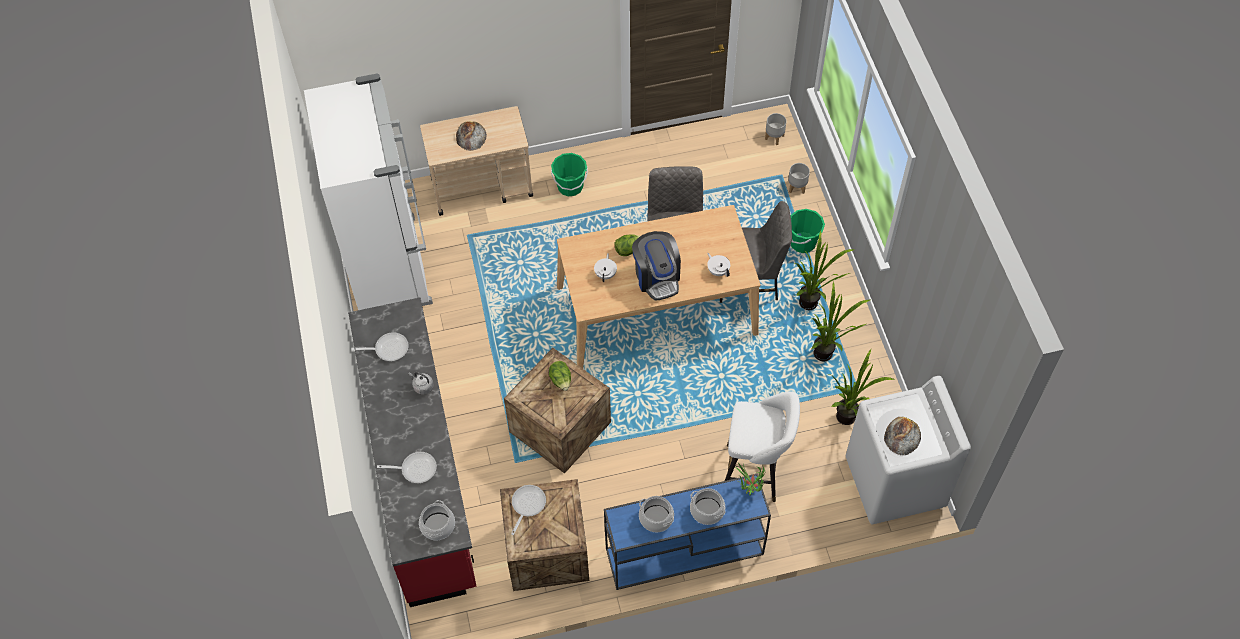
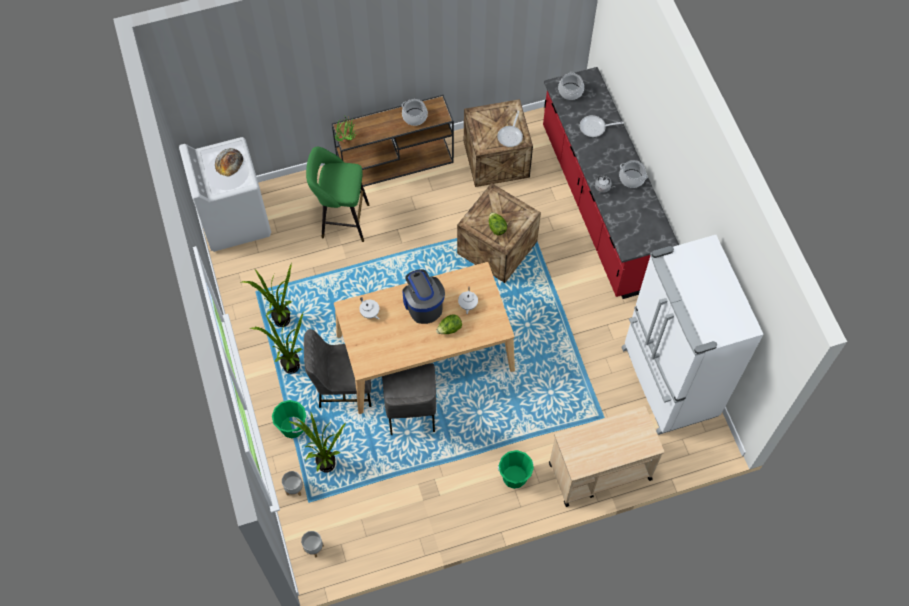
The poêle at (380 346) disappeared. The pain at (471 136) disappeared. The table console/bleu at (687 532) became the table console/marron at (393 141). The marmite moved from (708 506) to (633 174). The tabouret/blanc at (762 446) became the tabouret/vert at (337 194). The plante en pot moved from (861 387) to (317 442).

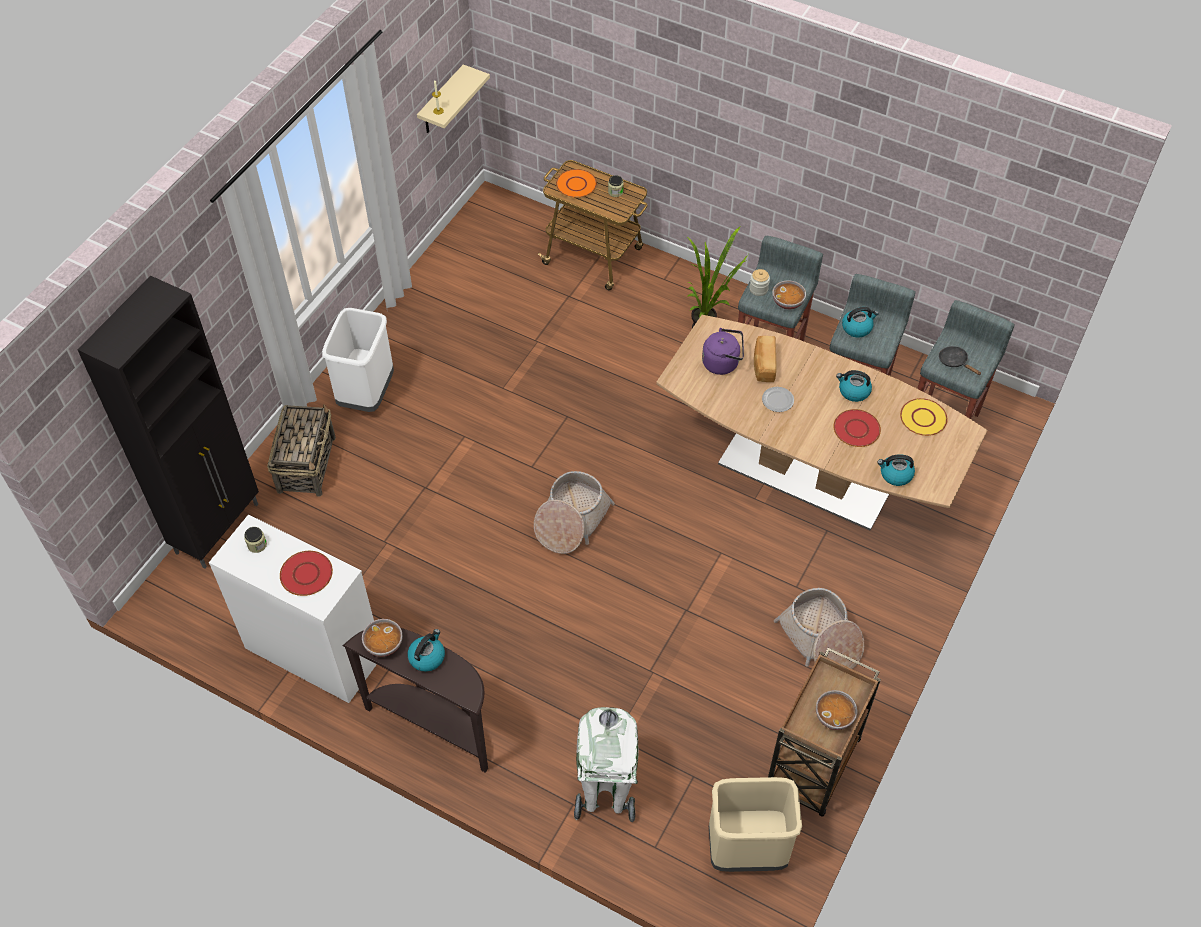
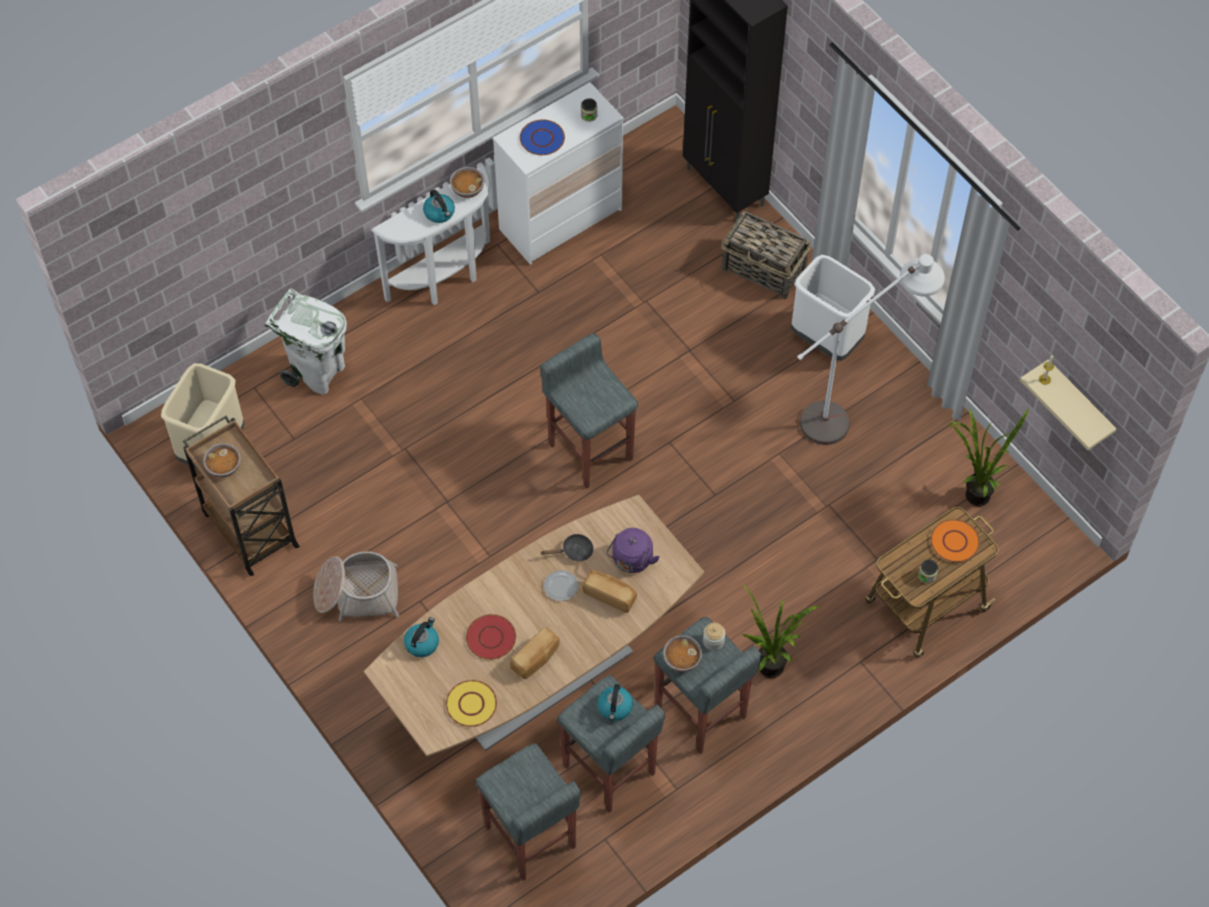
The assiette/rouge at (306 573) became the assiette/bleu at (542 137). The table console/marron at (415 700) became the table console/blanc at (431 235). The panier at (574 512) was replaced by the tabouret/gris at (589 411). The bouilloire at (854 386) was replaced by the pain at (535 653). The poêle/noir moved from (960 360) to (567 548). The lampadaire/blanc at (871 349) appeared. The plante en pot at (989 457) appeared.

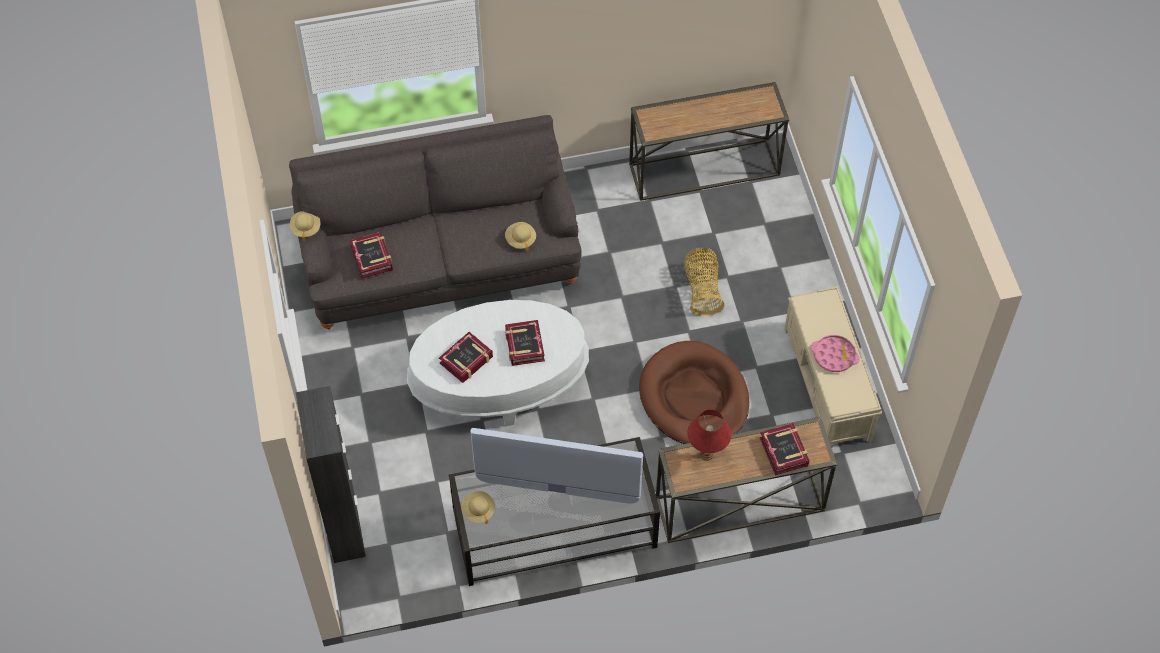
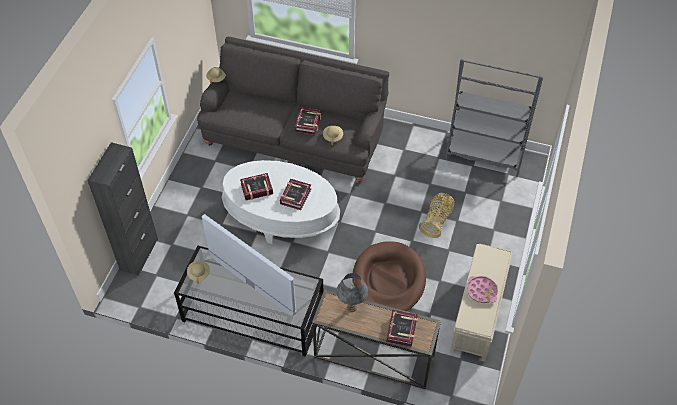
The livre moved from (371 255) to (308 121). The table console at (709 141) was replaced by the bibliothèque/gris at (494 118). The lampe de table/rouge at (709 435) became the lampe de table/gris at (352 292).

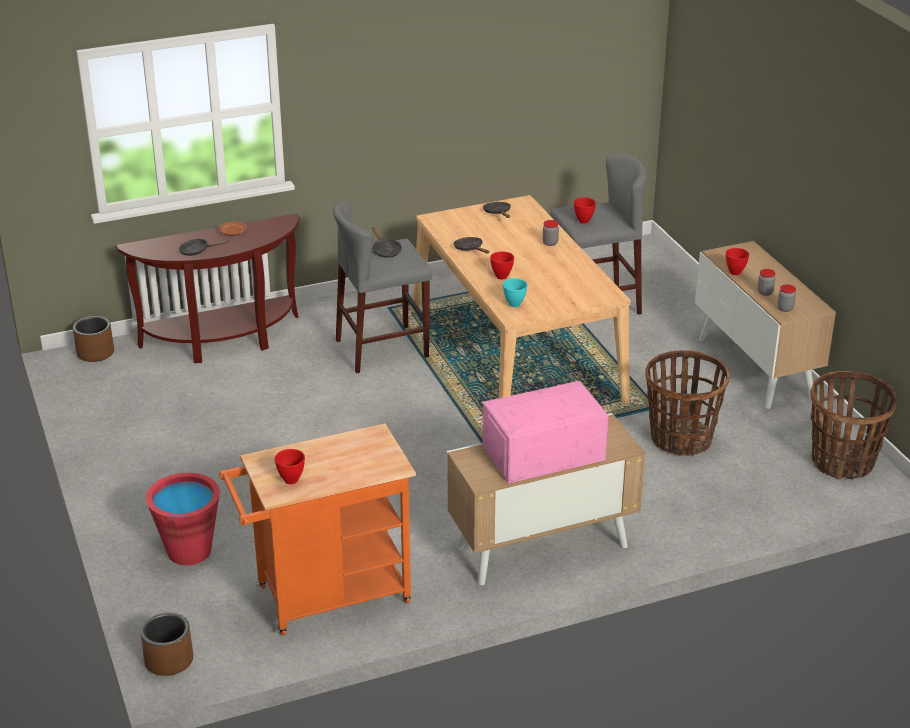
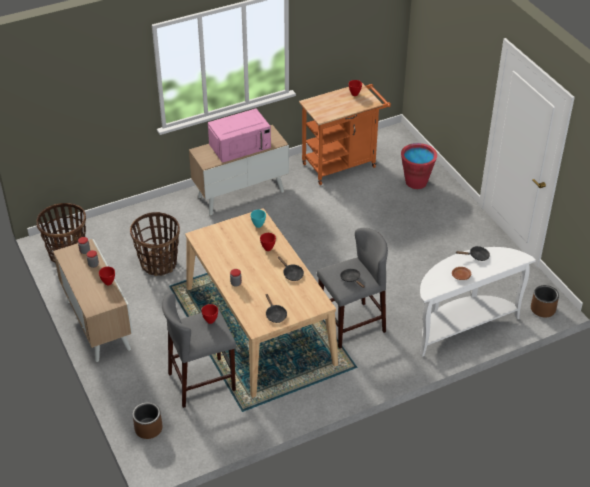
The table console/marron at (208 288) became the table console/blanc at (478 302). The cache-pot/marron moved from (166 644) to (148 420).

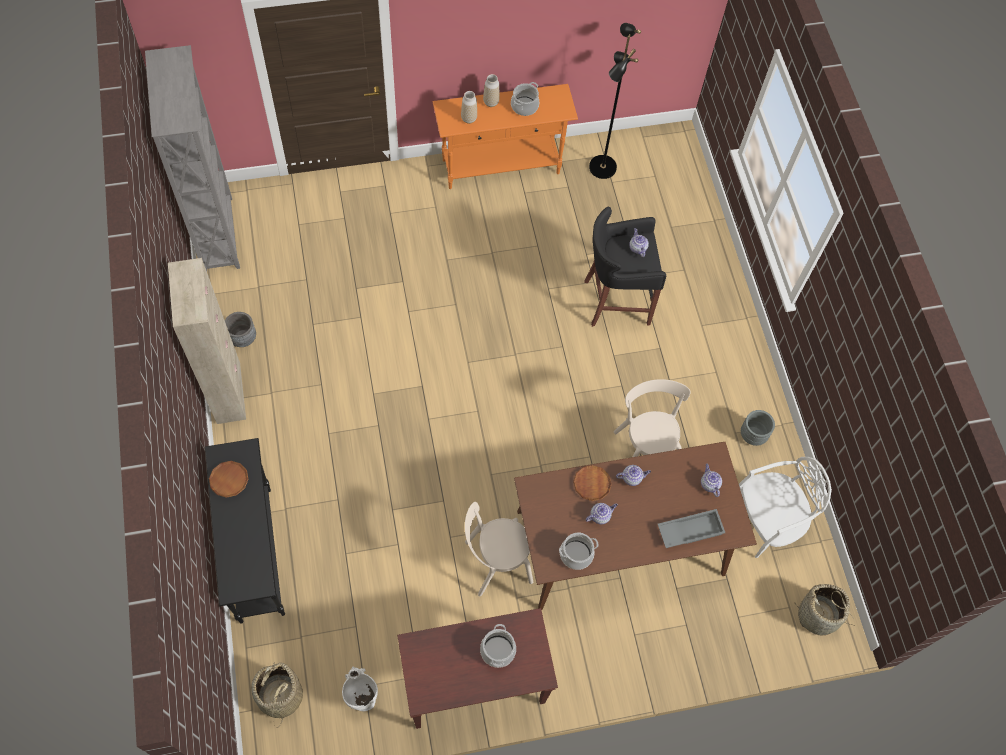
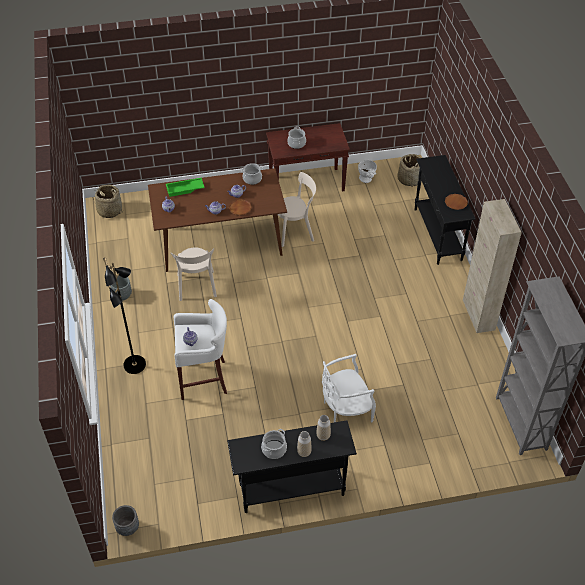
The cache-pot/gris moved from (240 329) to (125 520). The table console/orange at (505 136) became the table console/noir at (292 466). The tabouret/noir at (625 267) became the tabouret/blanc at (200 349). The lampadaire/noir moved from (615 101) to (124 315). The plateau/gris at (691 528) became the plateau/vert at (185 187). The chaise/blanc moved from (785 507) to (349 388).

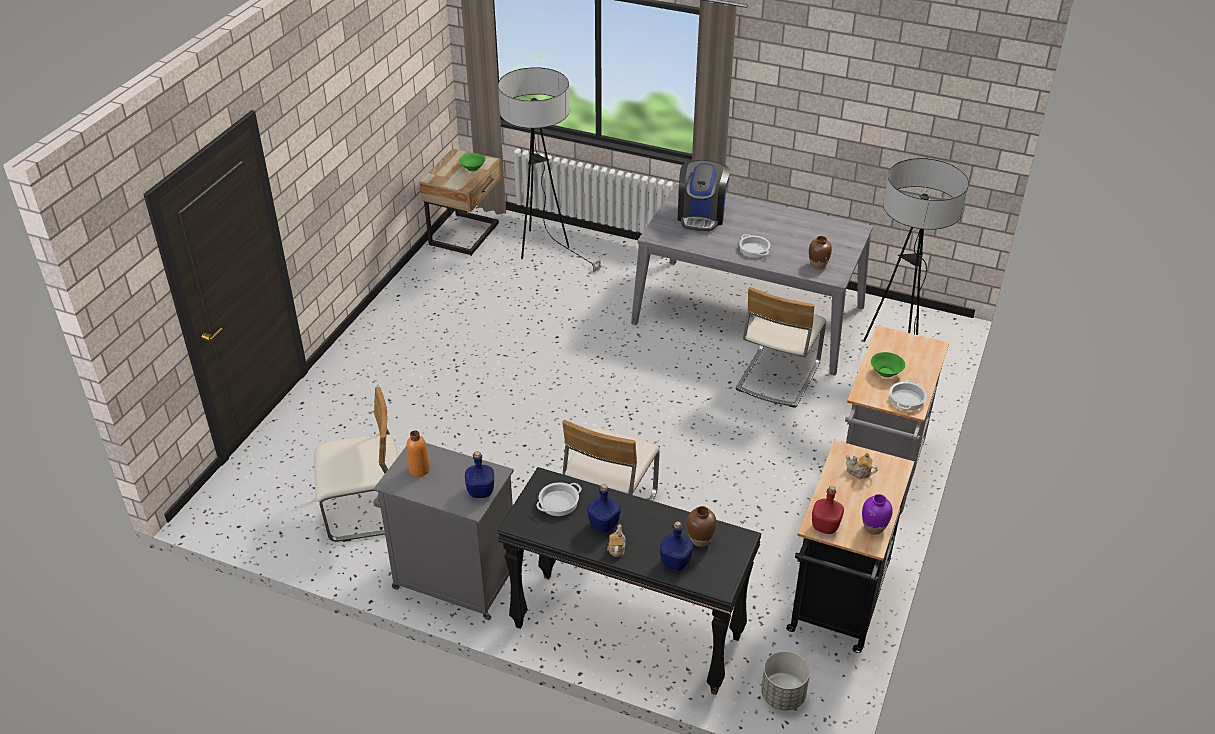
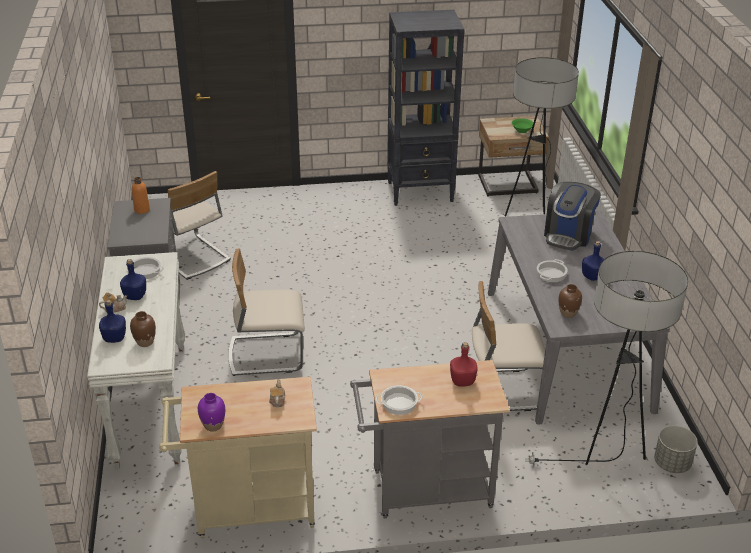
The bouteille/bleu moved from (479 474) to (593 261). The table console/noir at (629 581) became the table console/blanc at (136 361). The machine à café at (704 195) turned 45 degrees counterclockwise. The cache-pot/gris moved from (785 680) to (676 449). The chariot/noir at (850 546) became the chariot/beige at (238 457). The bouteille/rouge moved from (828 510) to (463 364). The bol/vert at (888 365) disappeared. The bibliothèque/noir at (426 108) appeared.

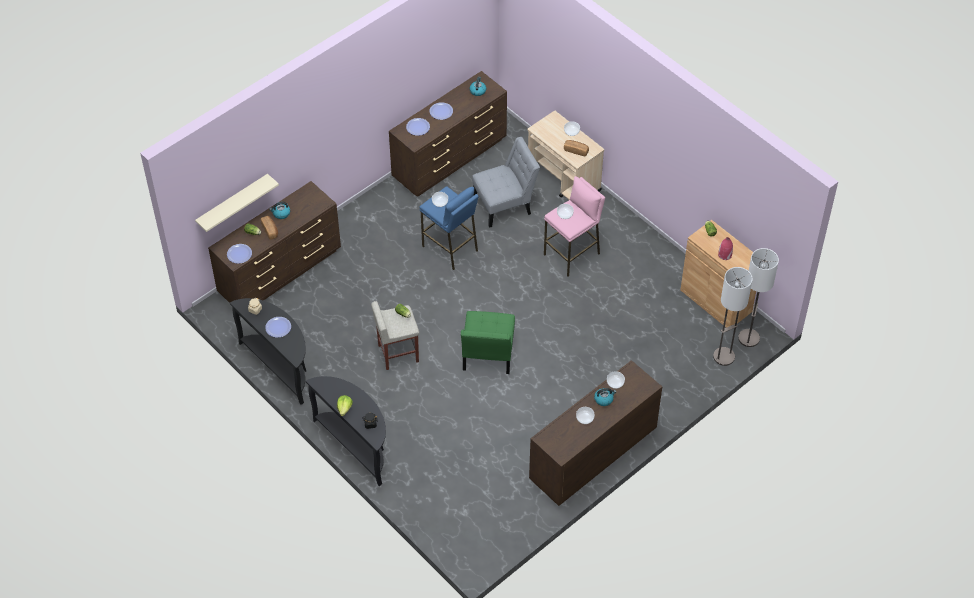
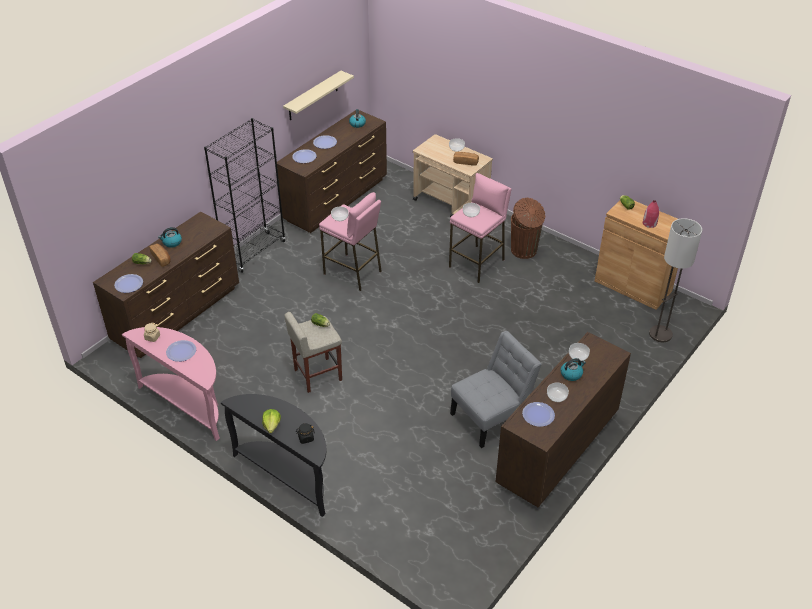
The étagère/beige moved from (237 203) to (318 95). The table console/noir at (268 351) became the table console/rose at (171 384). The tabouret/bleu at (449 228) became the tabouret/rose at (350 241). The chaise/vert at (488 342) disappeared. The chaise/gris moved from (506 182) to (496 389). The lampadaire at (758 297) disappeared. The bibliothèque/noir at (245 195) appeared. The poubelle/marron at (528 228) appeared. The assiette at (538 414) appeared.

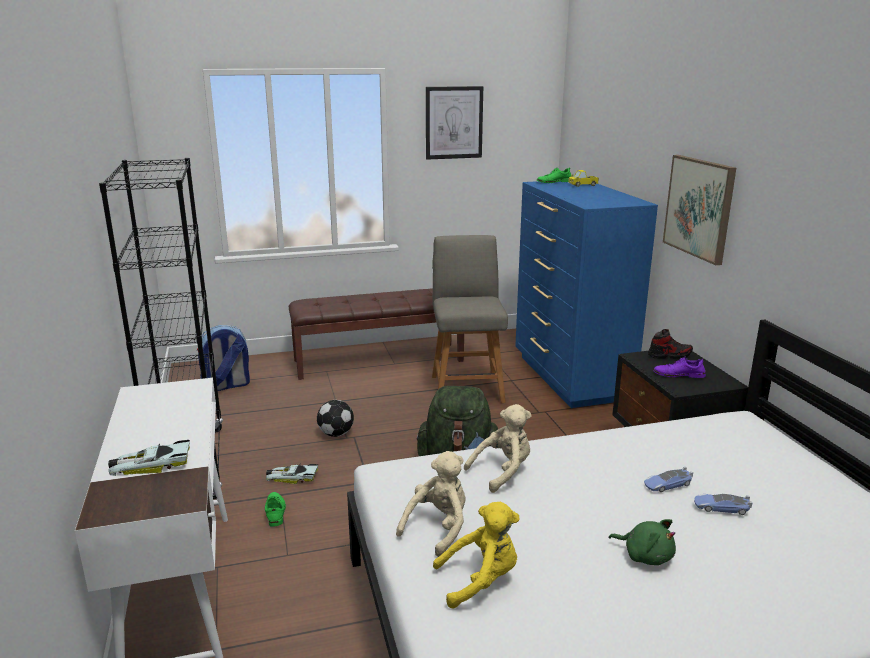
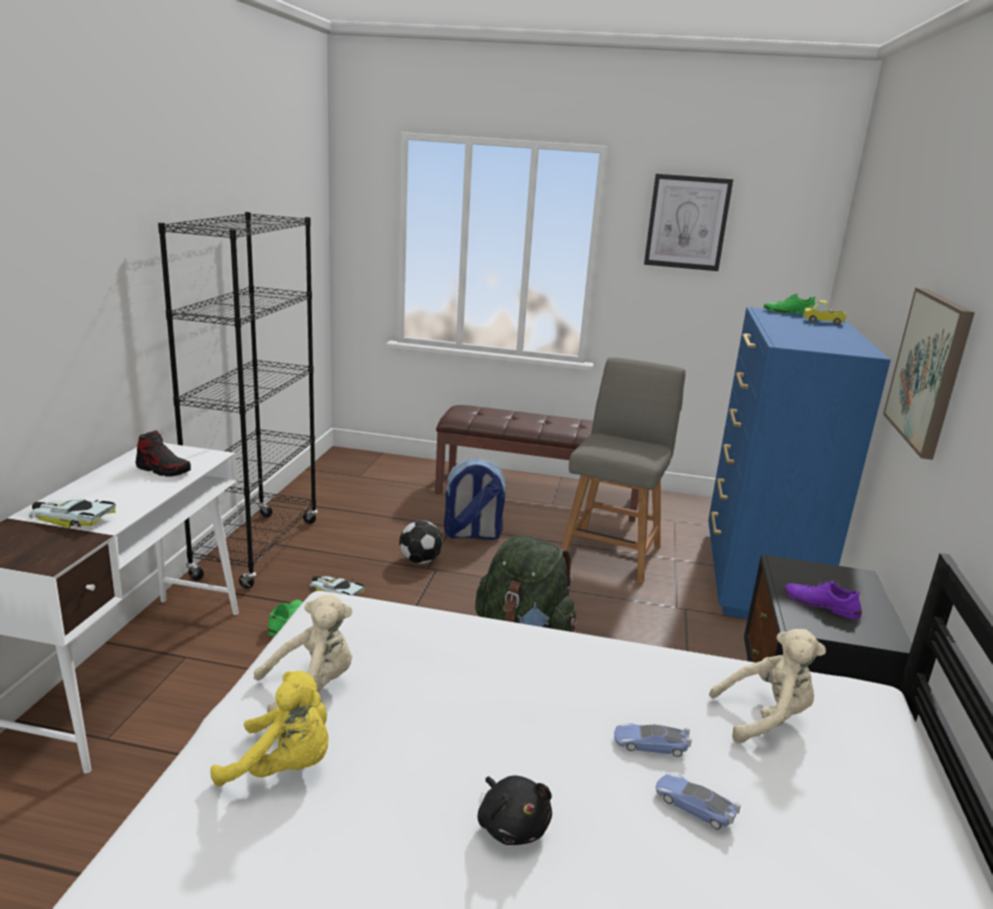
The sac à dos moved from (223 358) to (475 499). The peluche/beige moved from (498 448) to (767 686). The peluche/vert at (642 542) became the peluche/noir at (515 810). The chaussure moved from (670 344) to (163 453).

